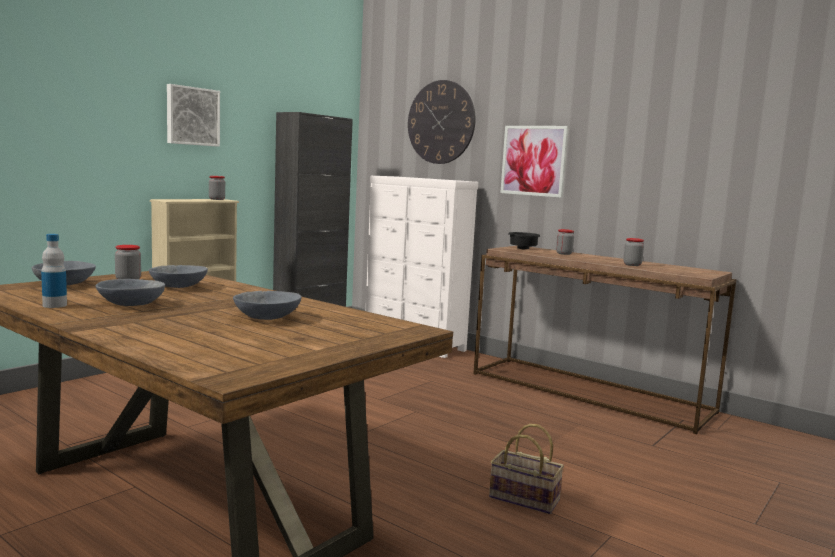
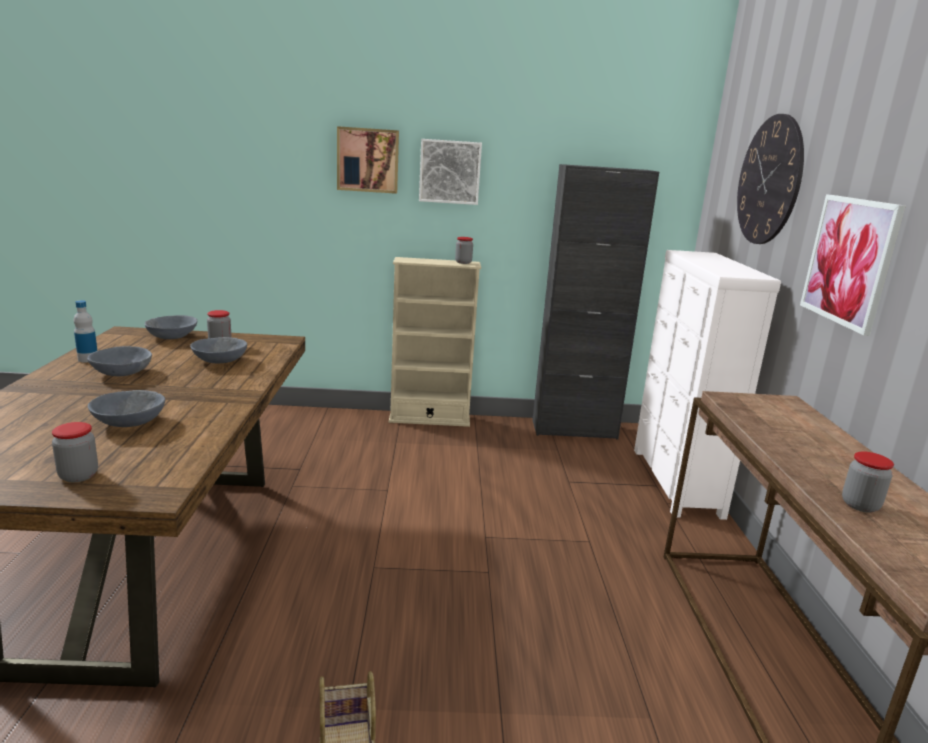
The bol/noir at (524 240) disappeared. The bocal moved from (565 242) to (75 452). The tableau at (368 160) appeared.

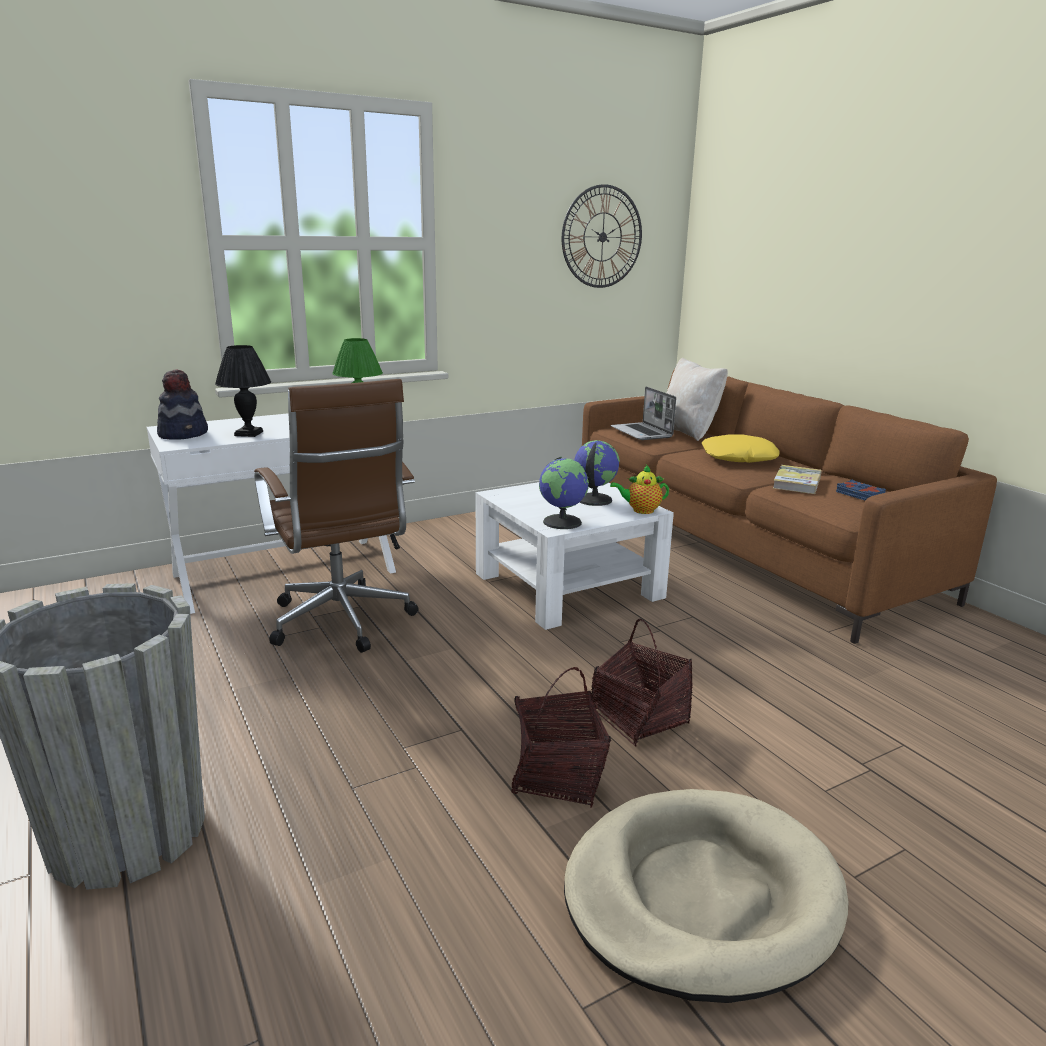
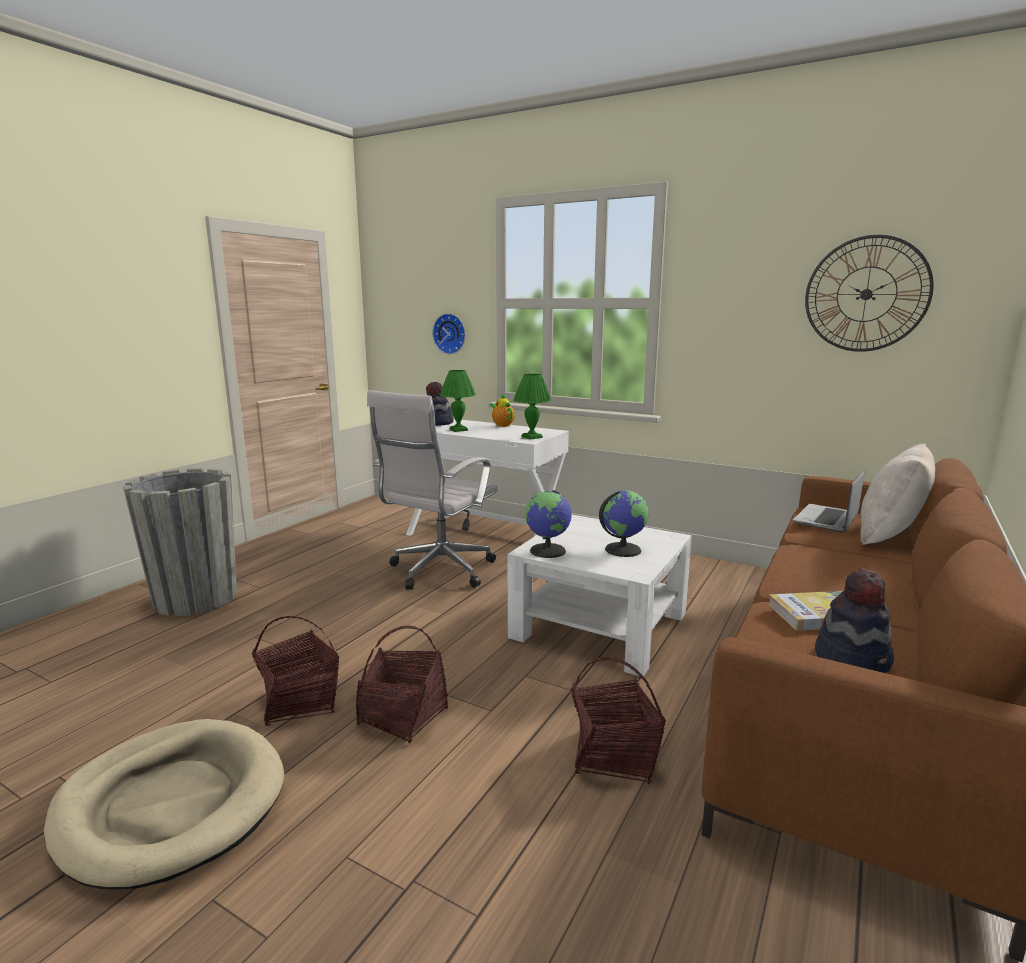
The lampe de table/noir at (243 391) became the lampe de table/vert at (458 401). The chaise de bureau/marron at (336 516) became the chaise de bureau/blanc at (432 490). The théière moved from (639 489) to (502 410). The coussin/jaune at (740 448) disappeared. The livre/bleu at (861 490) was replaced by the chapeau at (854 620). The horloge murale at (448 333) appeared. The panier at (618 720) appeared.

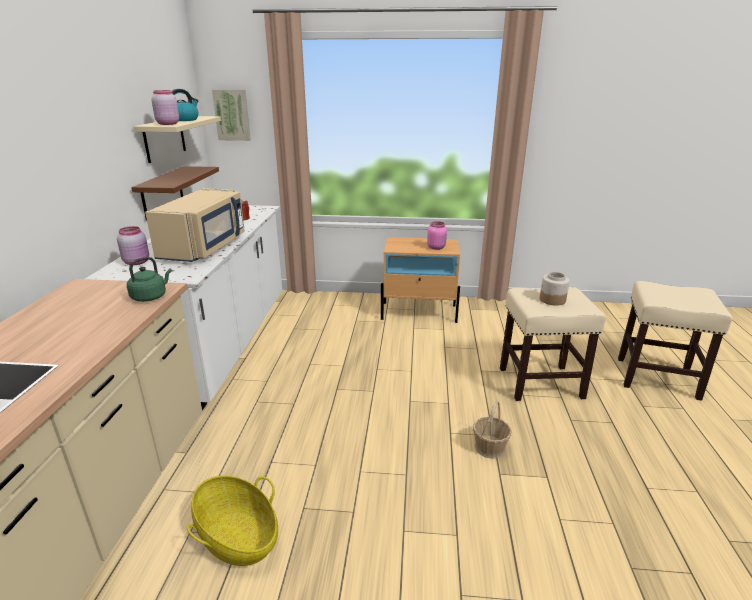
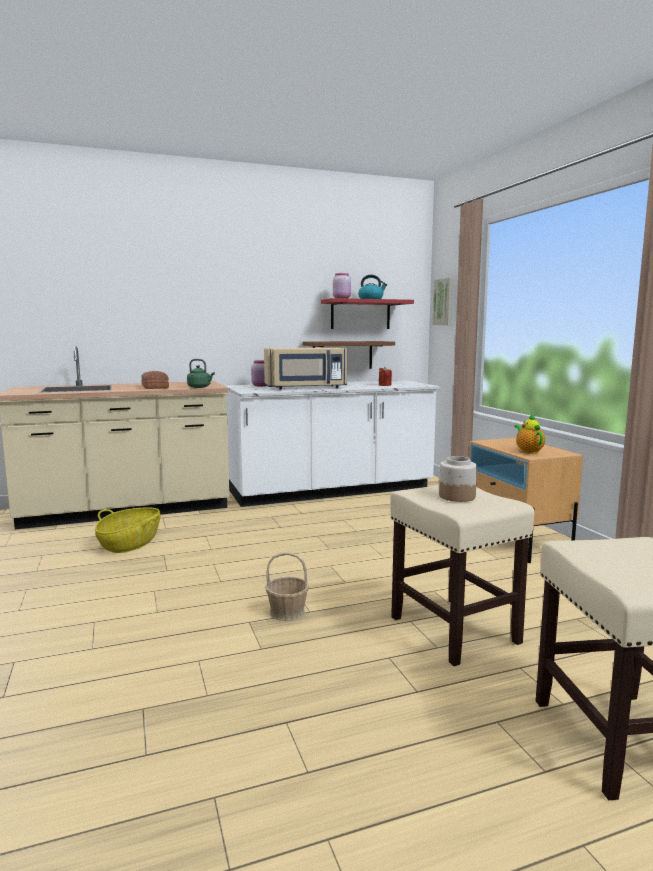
The étagère/beige at (177 139) became the étagère/rouge at (367 313). The bocal/rose at (437 235) was replaced by the théière at (530 434). The pain at (155 380) appeared.

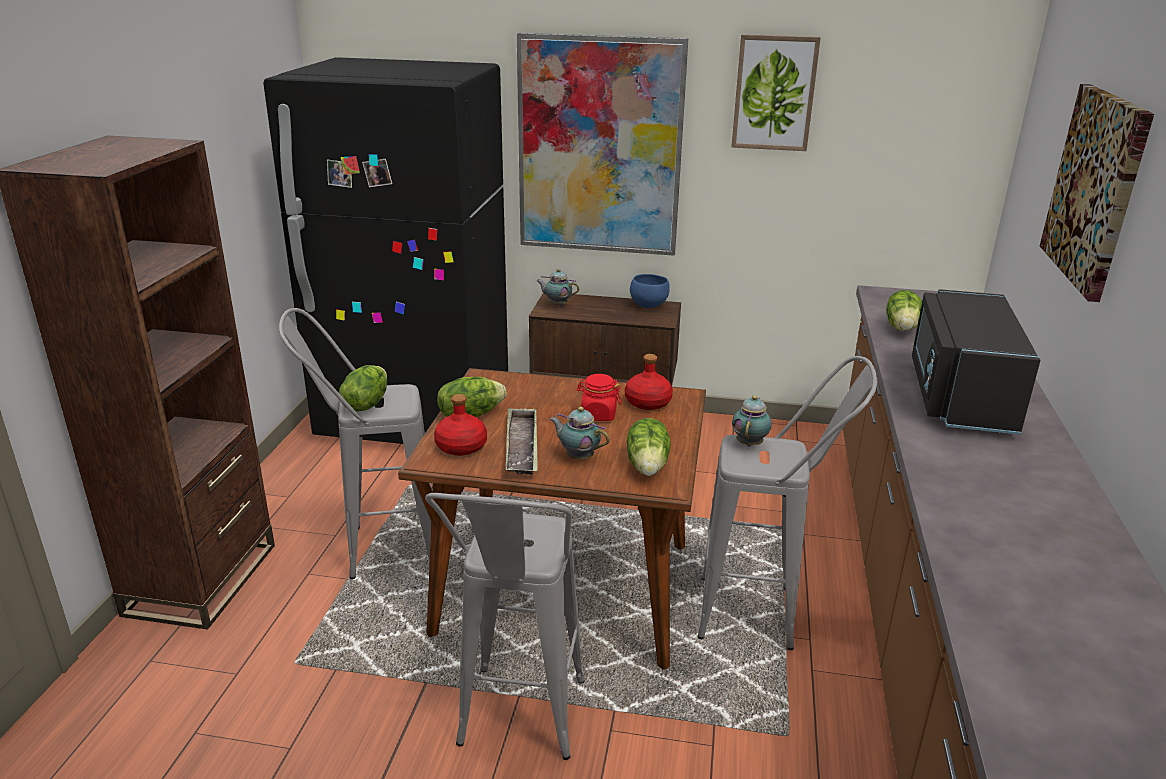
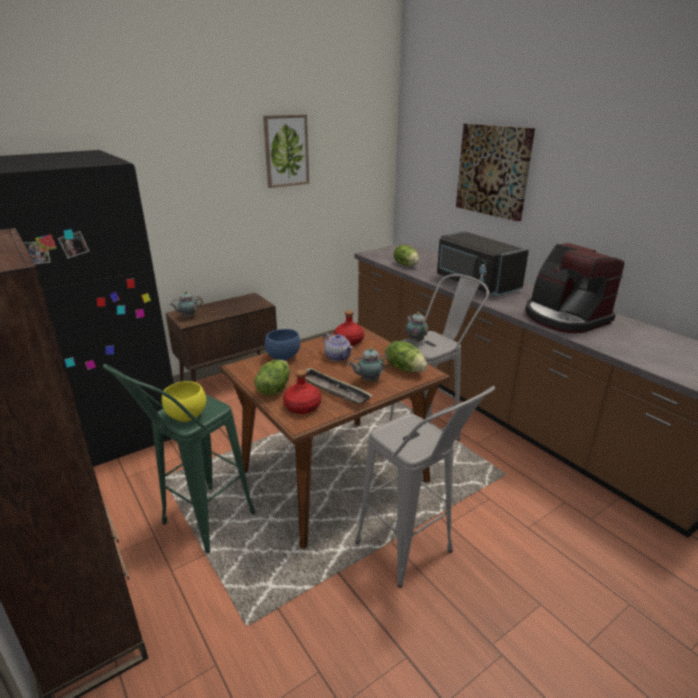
The tabouret/gris at (355 443) became the tabouret/vert at (179 458). The laitue at (363 388) was replaced by the bol/jaune at (184 401). The tableau at (602 144) disappeared. The bocal/rouge at (599 397) was replaced by the théière at (338 347). The bol/bleu moved from (650 291) to (282 345). The machine à café at (574 288) appeared.

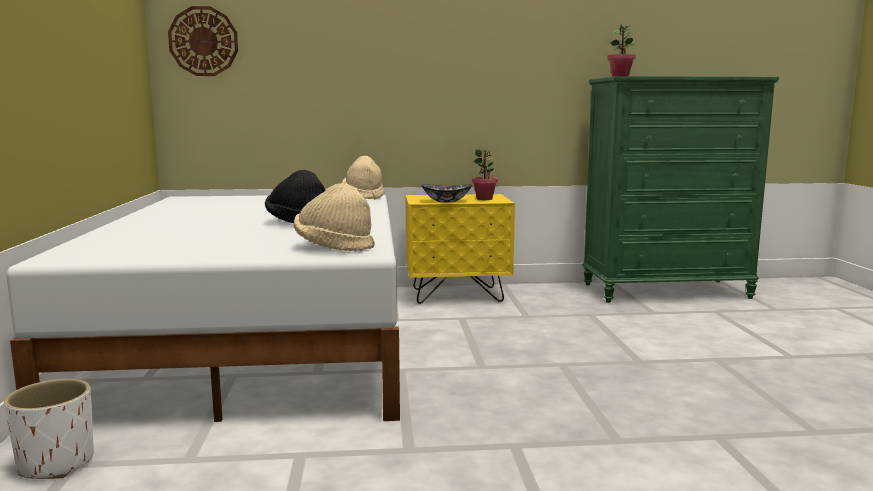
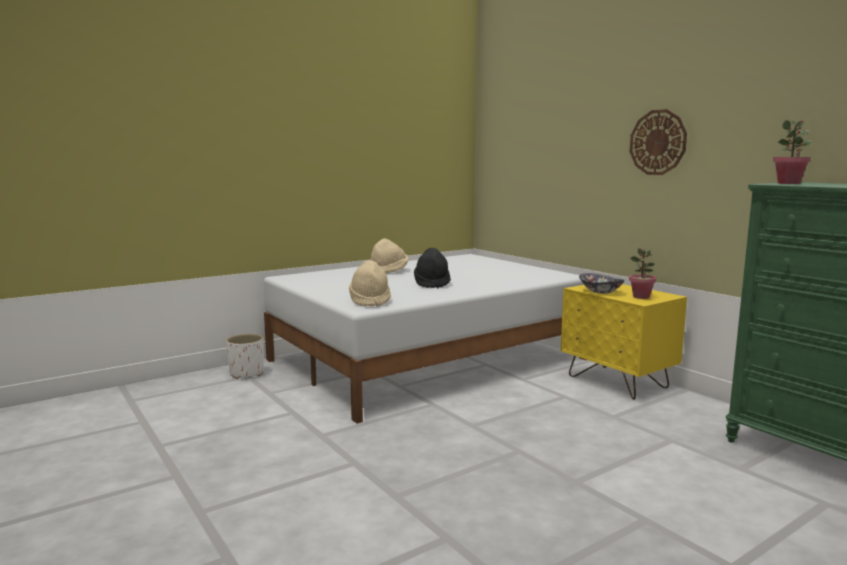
The horloge murale moved from (203 41) to (658 142). The chapeau/beige moved from (363 178) to (389 255).

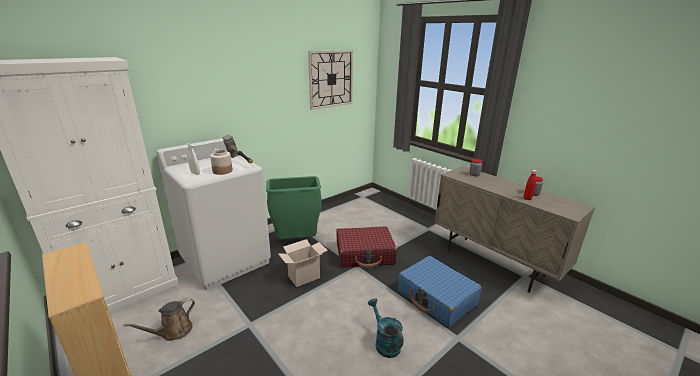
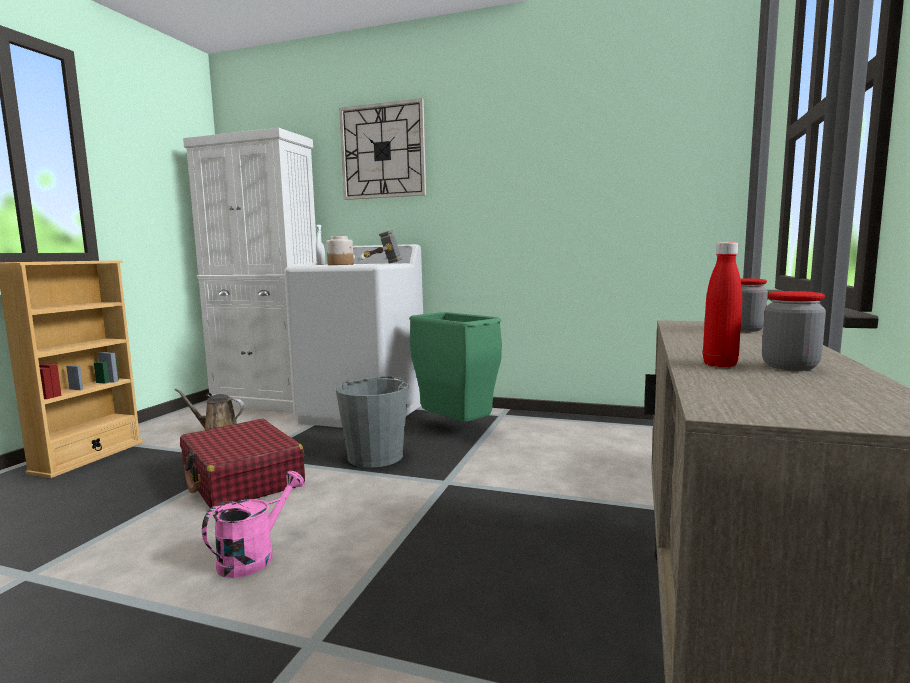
The carton at (303 263) was replaced by the seau/gris at (372 422). The horloge murale moved from (330 80) to (382 149). The valise/rouge moved from (366 247) to (242 464). The arrosoir/turquoise at (386 328) became the arrosoir/rose at (253 524). The valise/bleu at (440 291) disappeared.

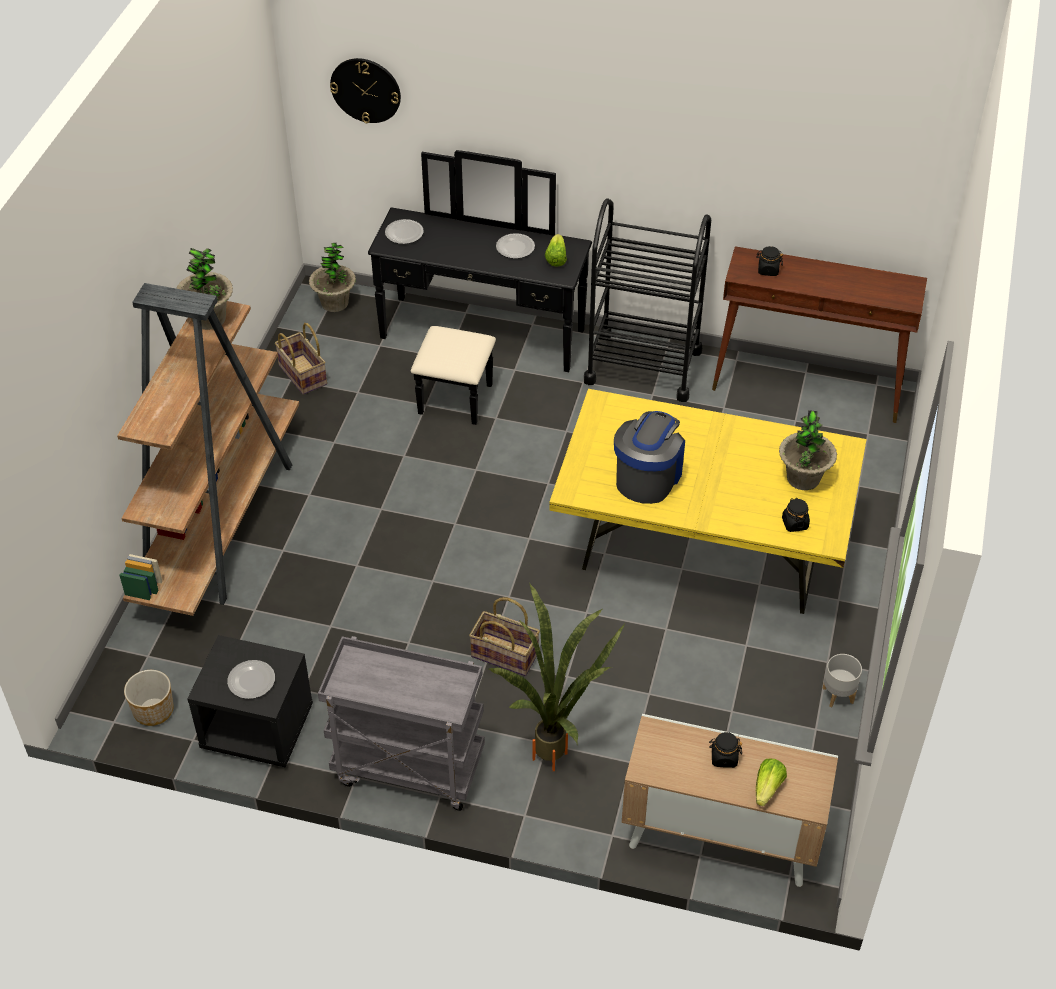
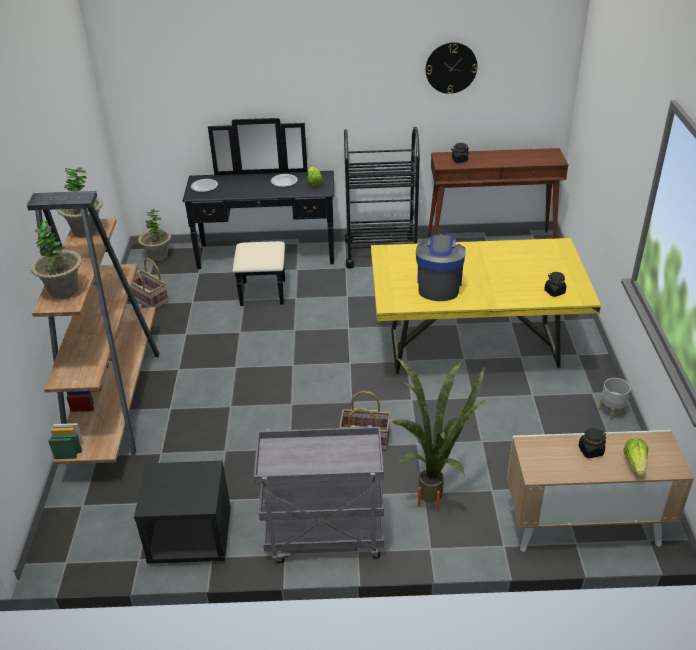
The cache-pot at (149 698) disappeared. The assiette at (251 679) disappeared. The horloge murale moved from (365 90) to (451 68). The plante en pot moved from (808 450) to (56 260).

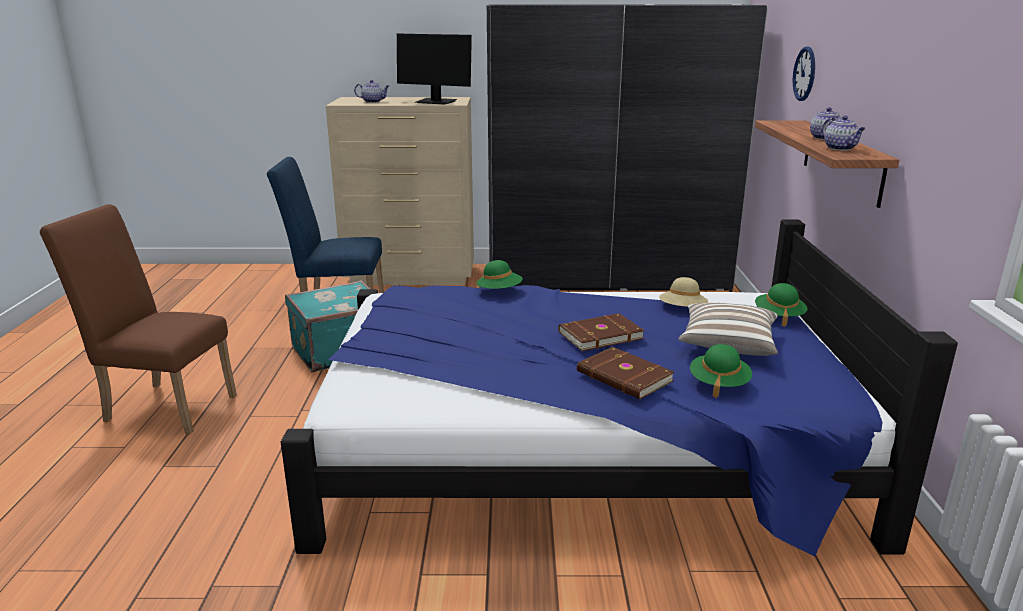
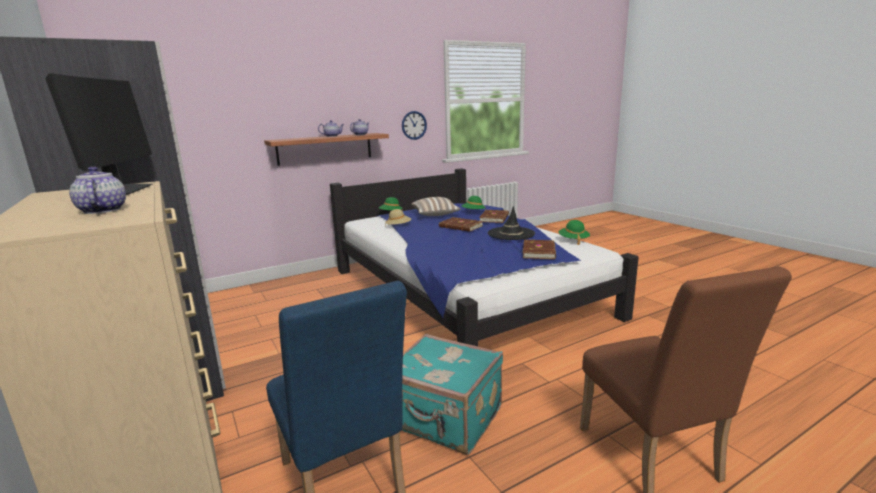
The chapeau/vert moved from (500 274) to (574 232). The horloge murale moved from (804 74) to (414 125). The chapeau/noir at (511 223) appeared. The livre/marron at (539 249) appeared.

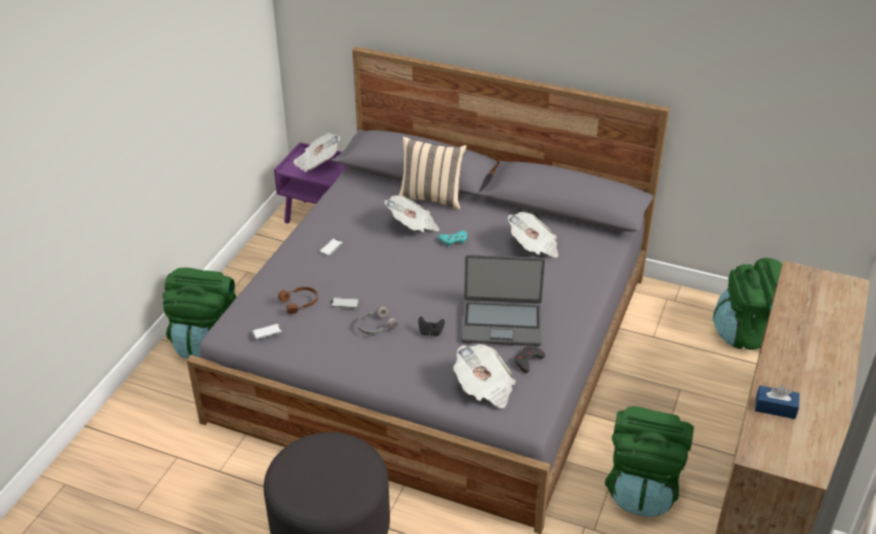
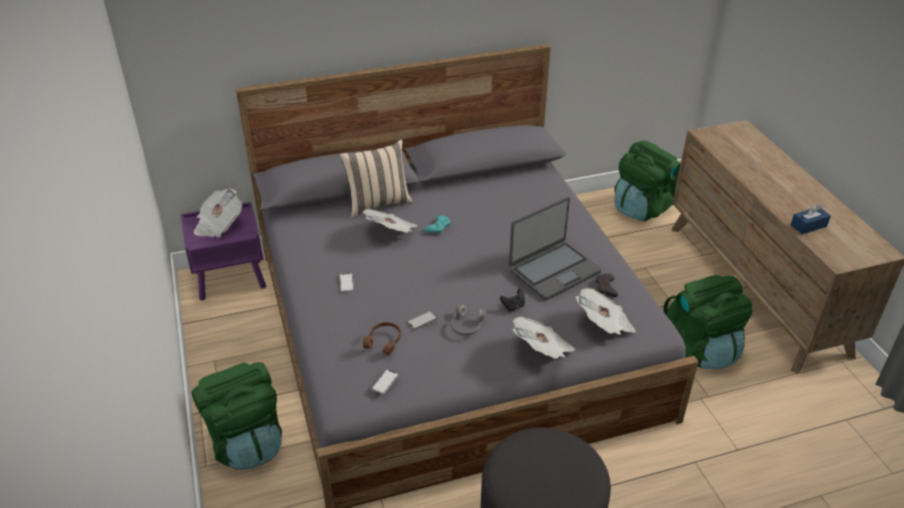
The journal moved from (533 235) to (543 338).

